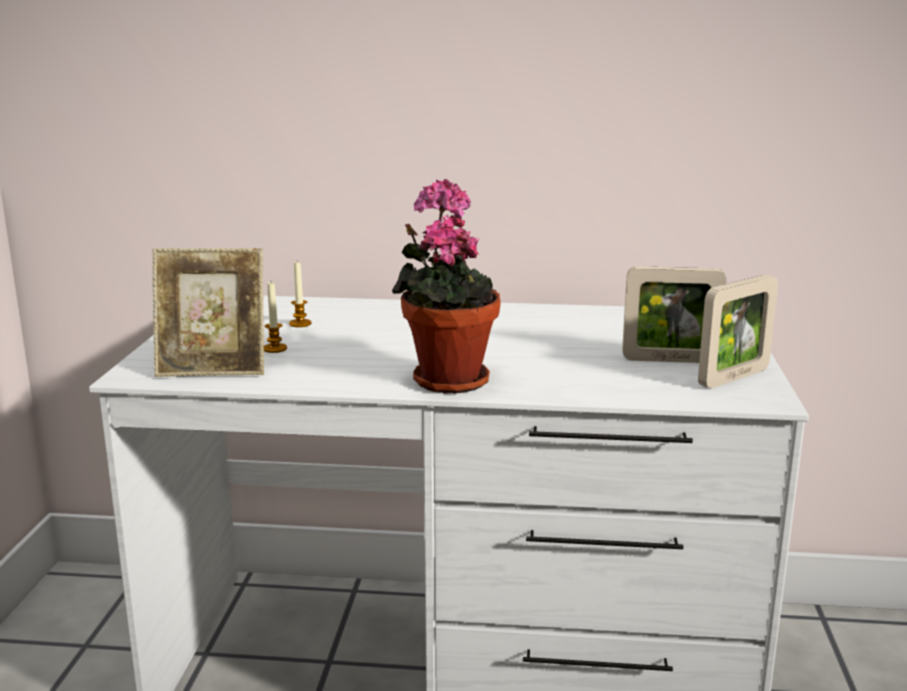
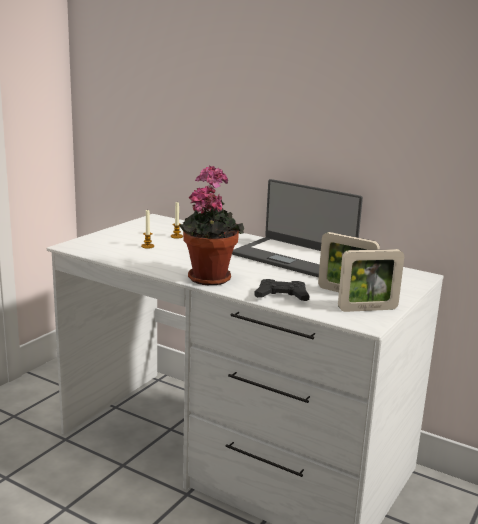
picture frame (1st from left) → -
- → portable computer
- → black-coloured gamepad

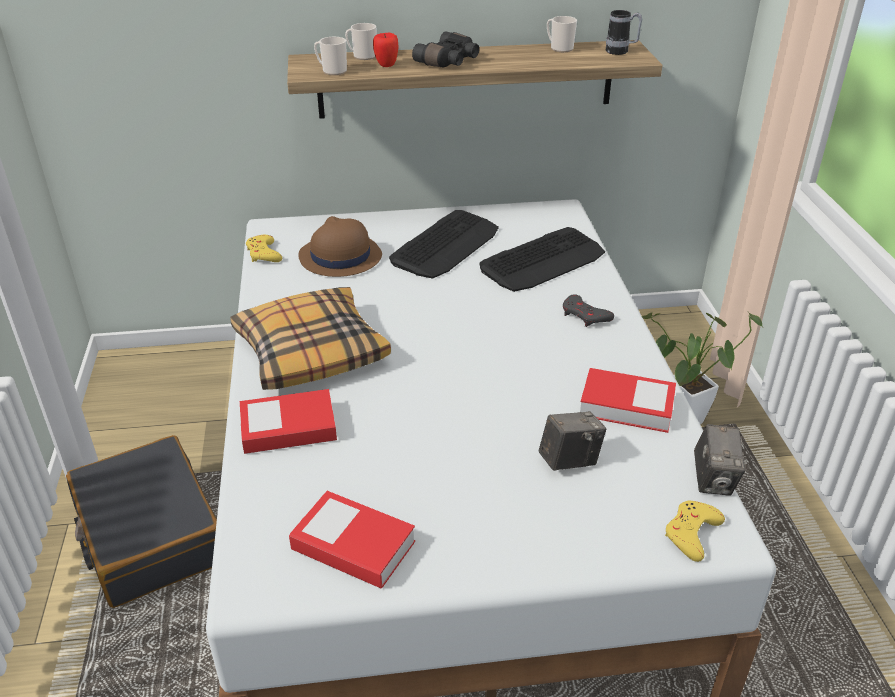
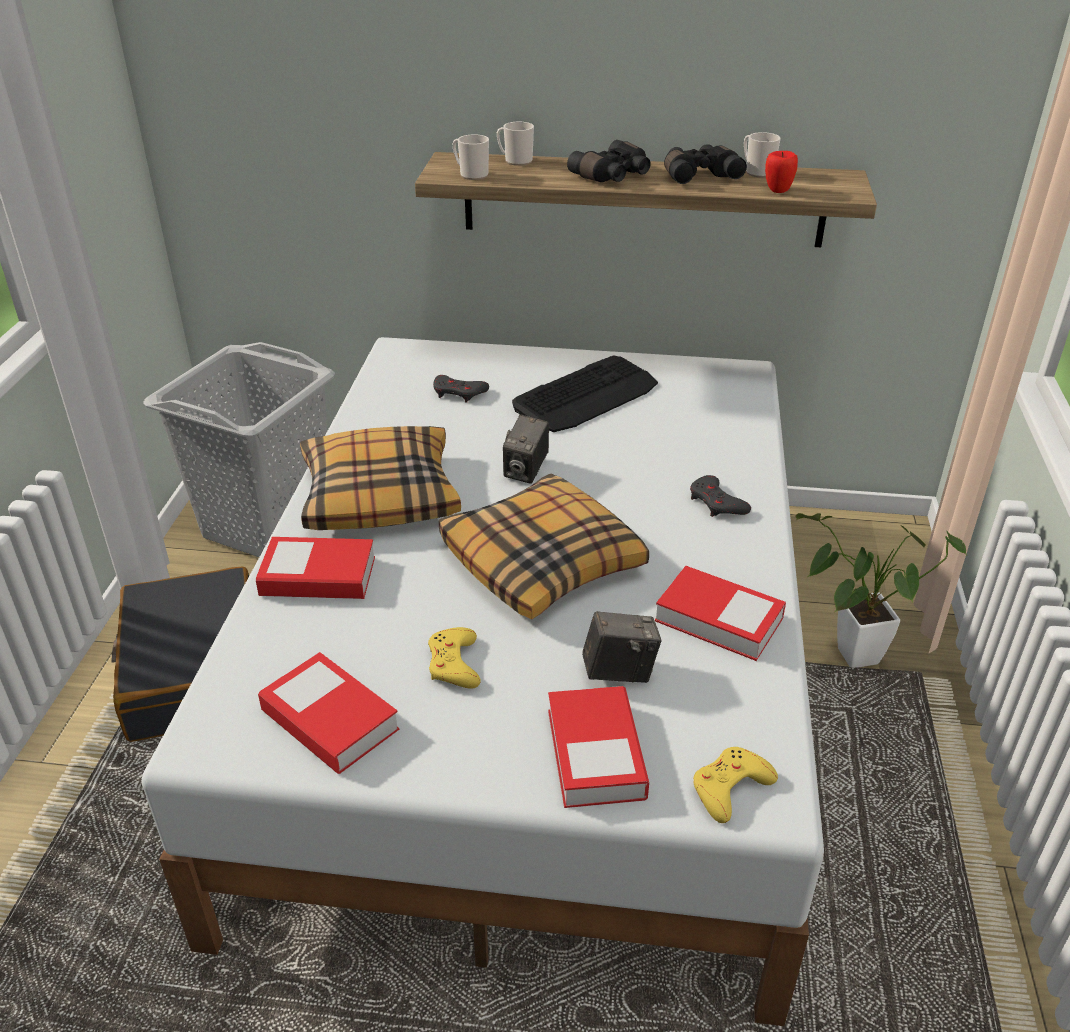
computer keyboard (2nd from left) → -
mug (4th from left) → -
- → grey laundry basket
- → throw pillow (2nd from left)
- → volume (3rd from left)
- → black-coloured pair of binoculars (2nd from left)
yellow gamepad (1st from left), move
apple fruit, move
still camera (2nd from left in the first image) → still camera (1st from left), move
brownish wearable hat → grey gamepad (1st from left)

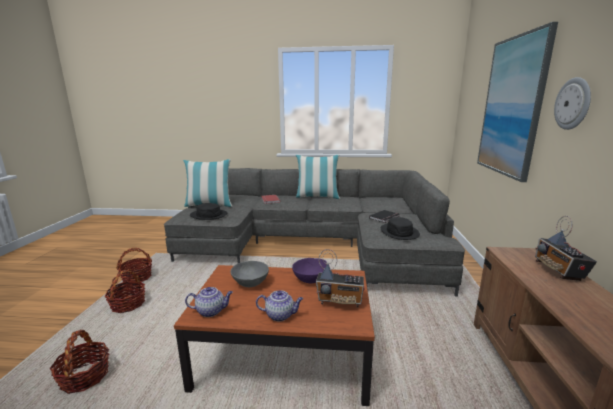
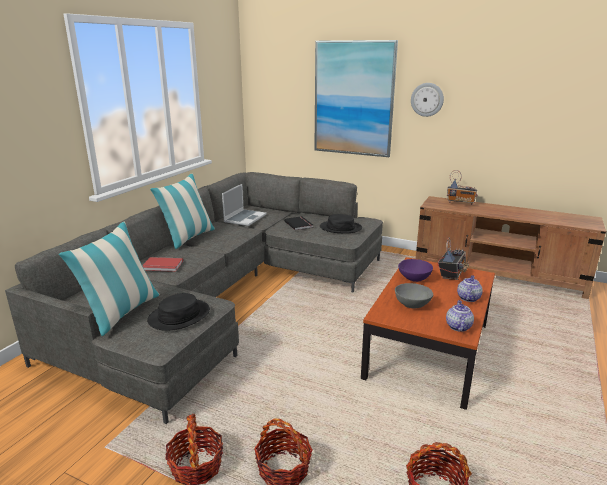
- → portable computer

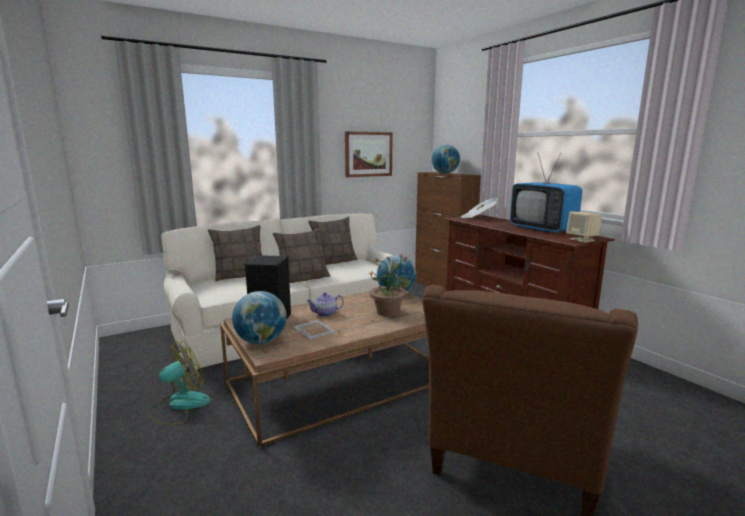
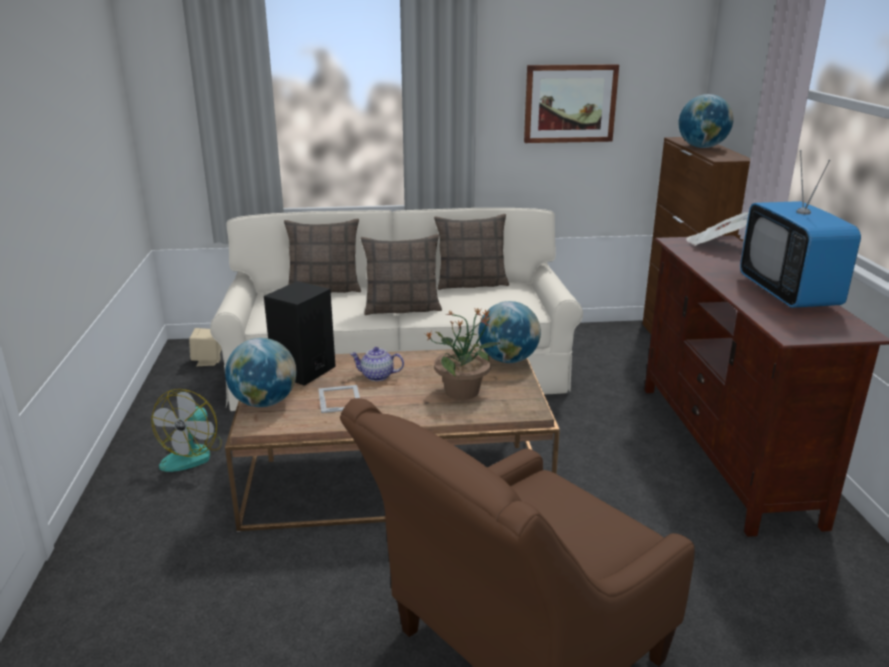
sand-coloured speaker, move
electric fan, 120 degrees clockwise

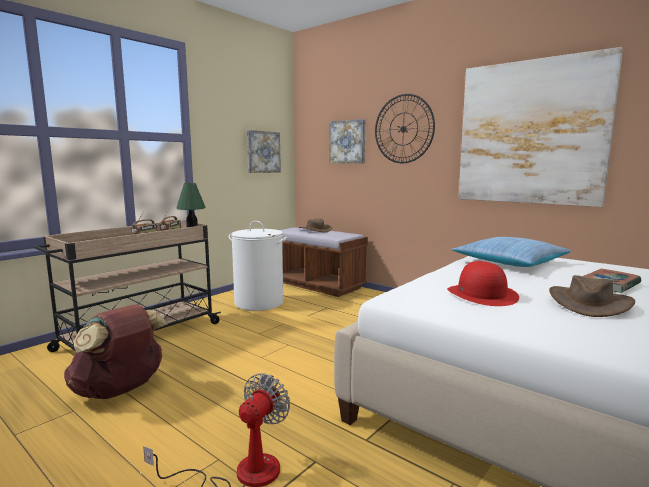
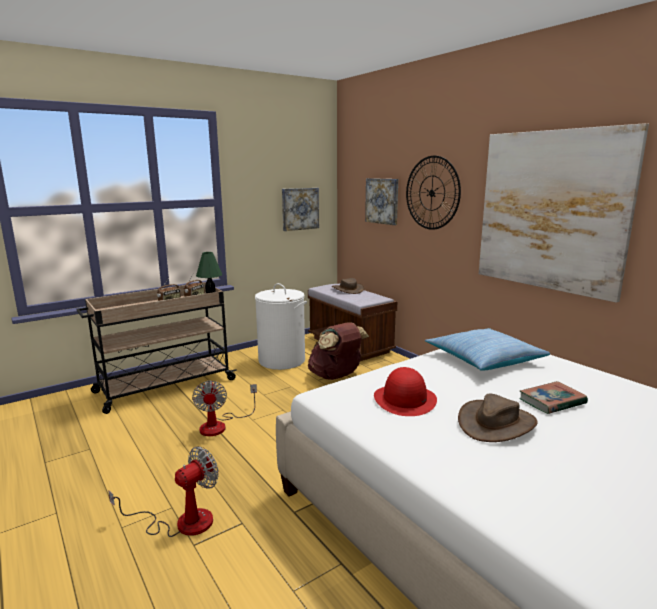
- → electric fan (2nd from left)
brownish backpack, move

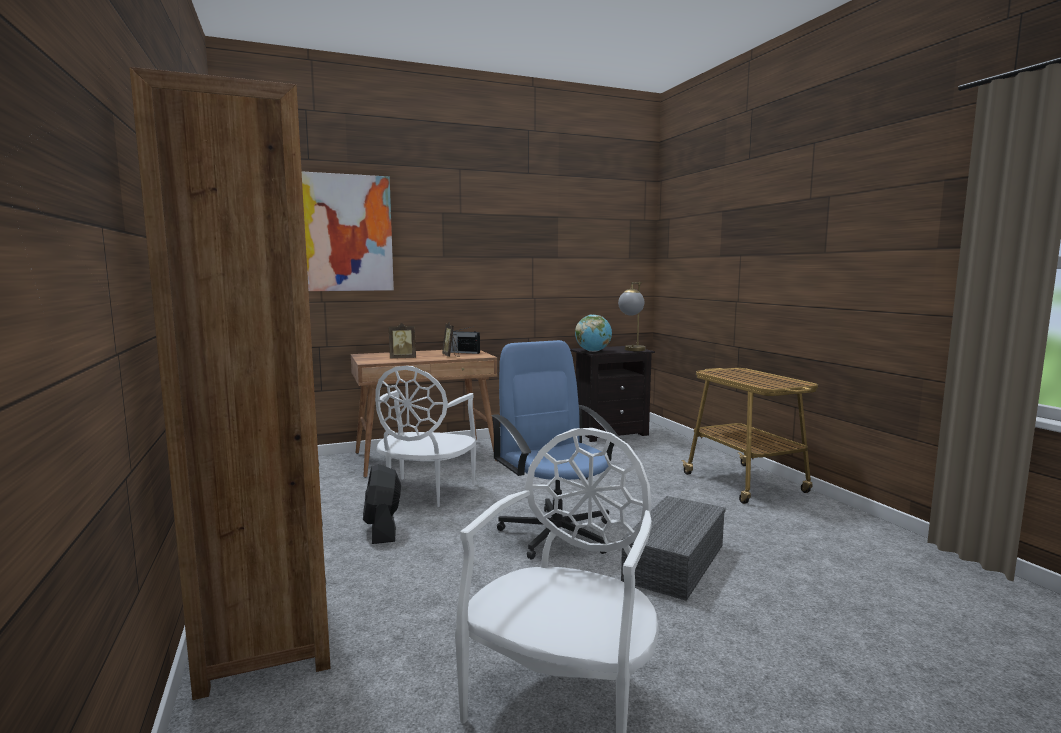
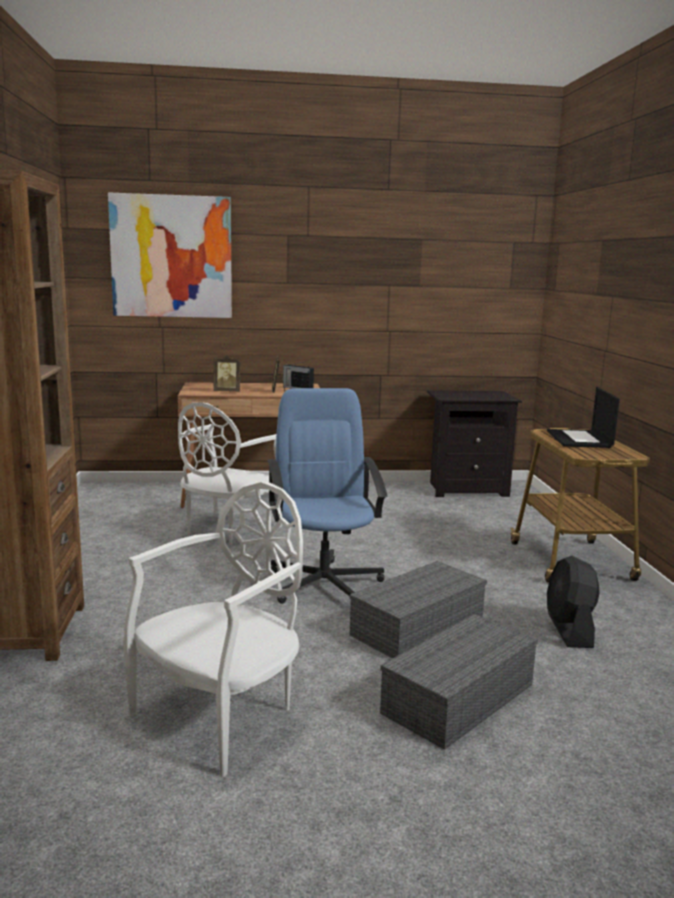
desk globe → -
table lamp → -
- → grey storage container (2nd from left)
- → portable computer
black-coloured electric fan, move

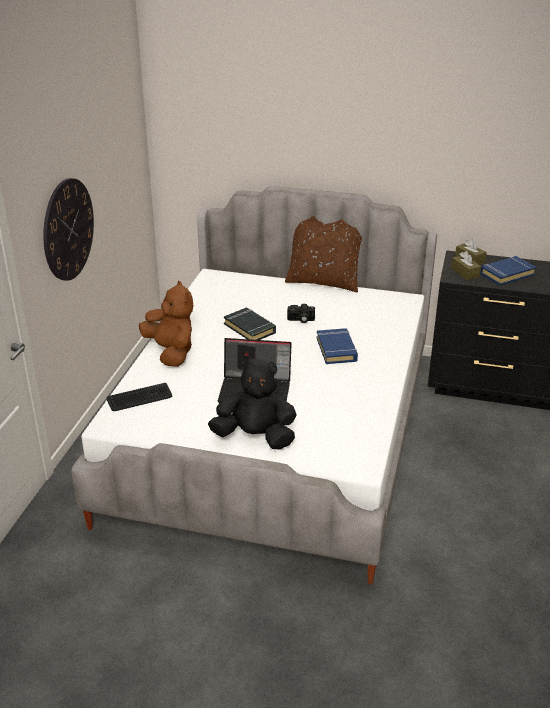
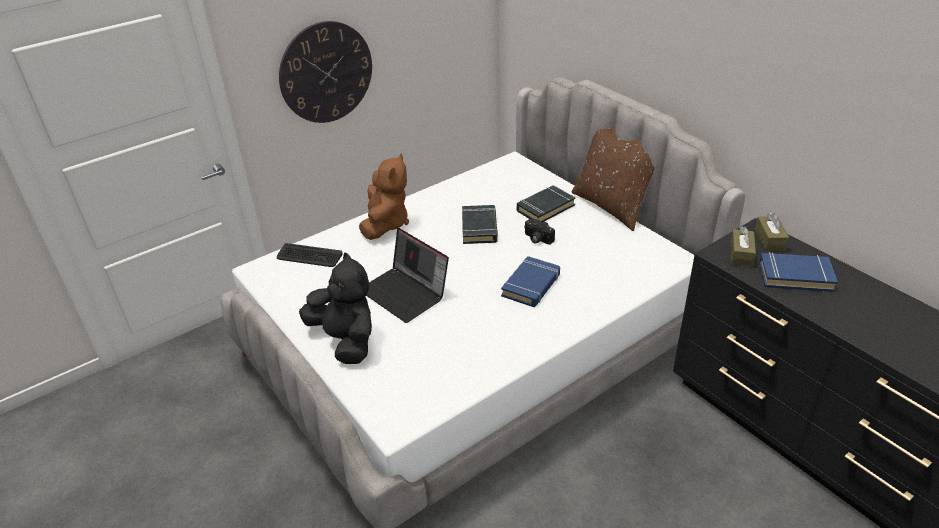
- → black-coloured volume (2nd from left)

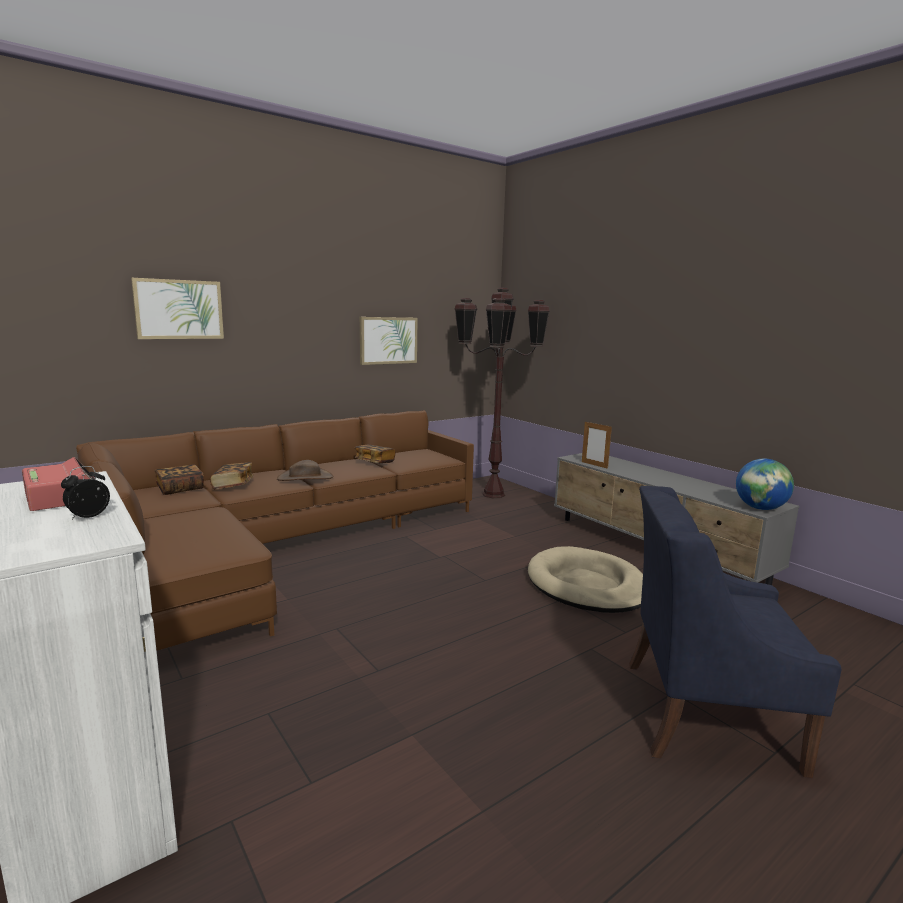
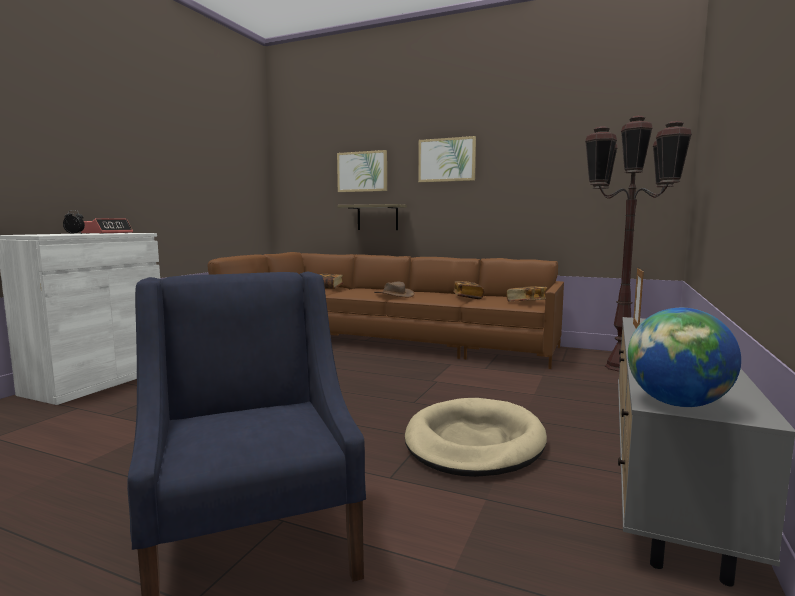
- → shelf
volume (2nd from left in the first image) → volume (3rd from left), move
picture (2nd from left), move

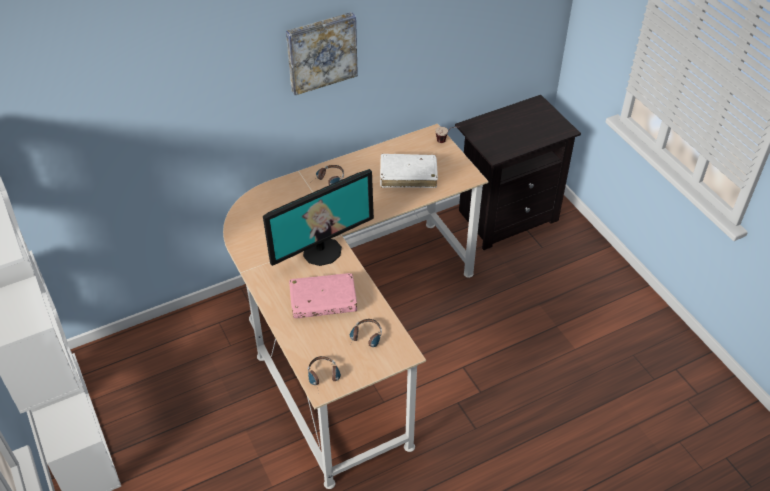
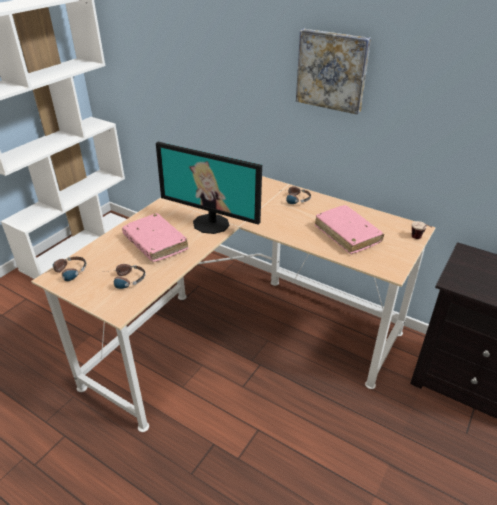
whitish volume → pink-coloured volume (2nd from left)

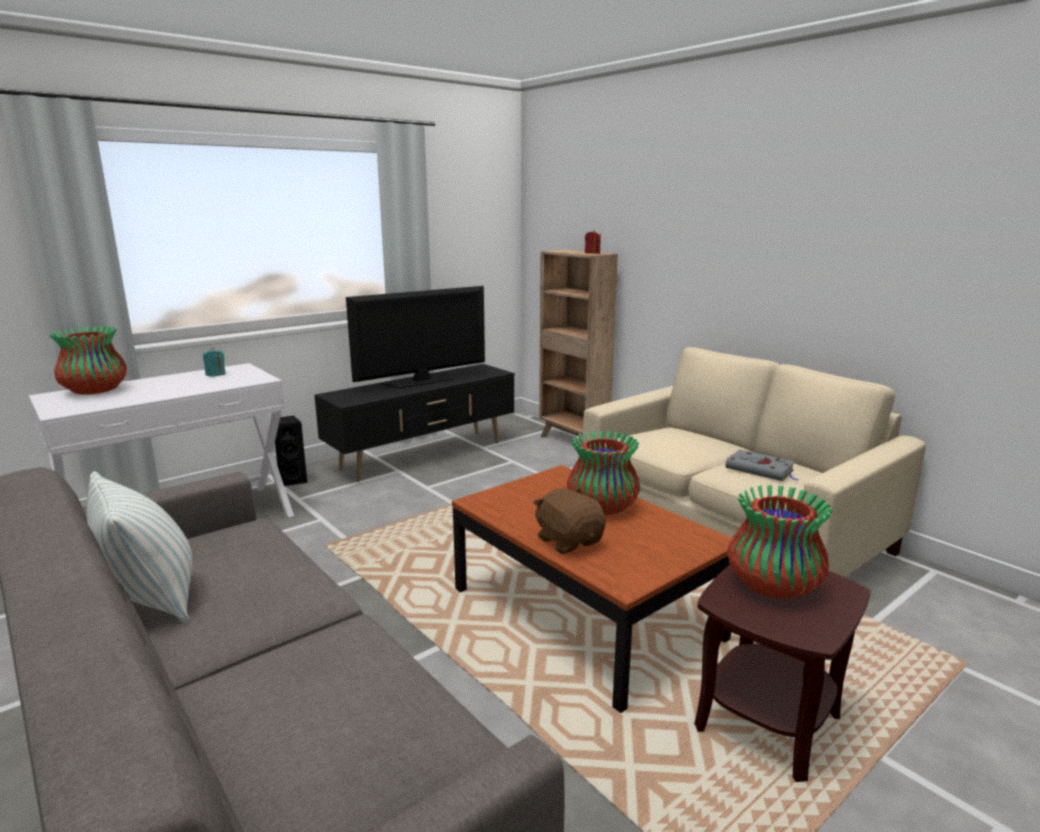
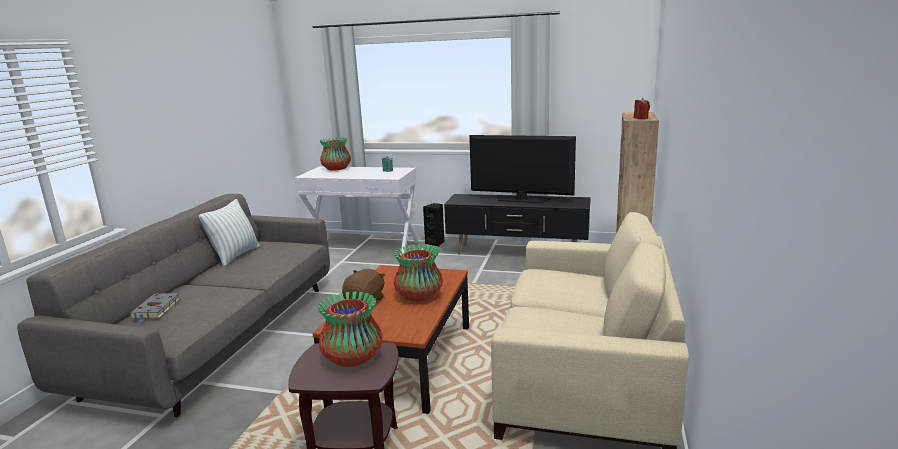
grey volume, move

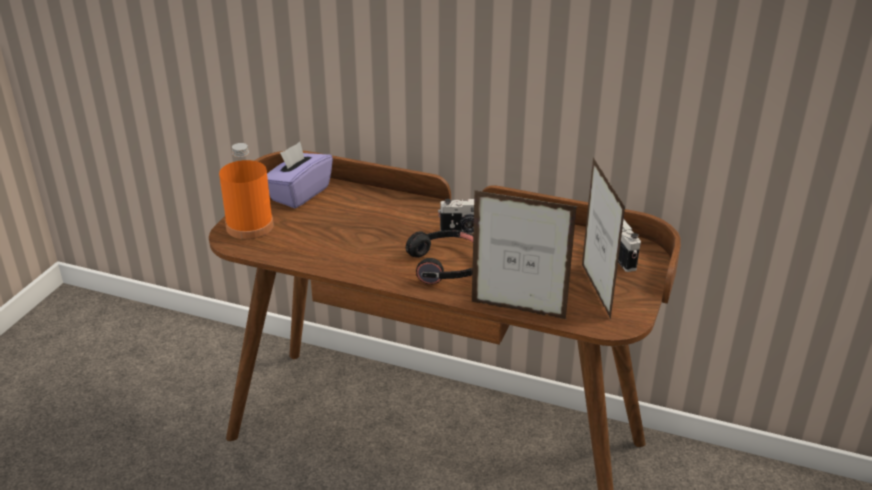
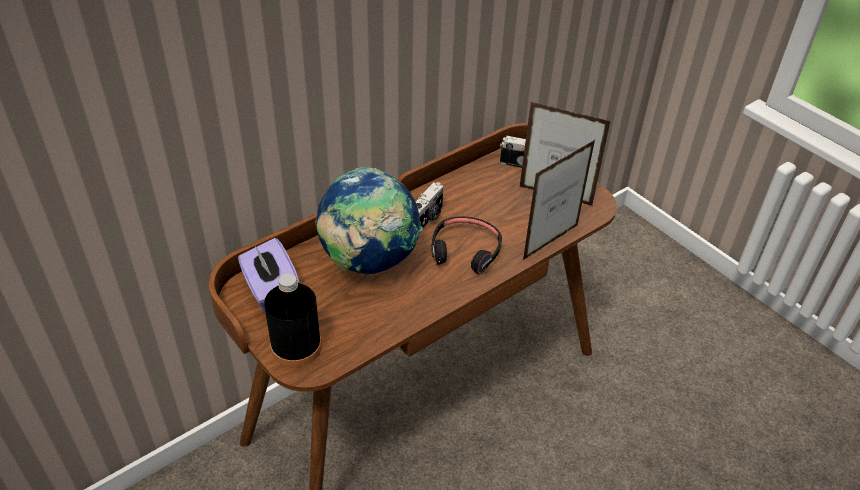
- → desk globe
orange-coloured bottle → black-coloured bottle

